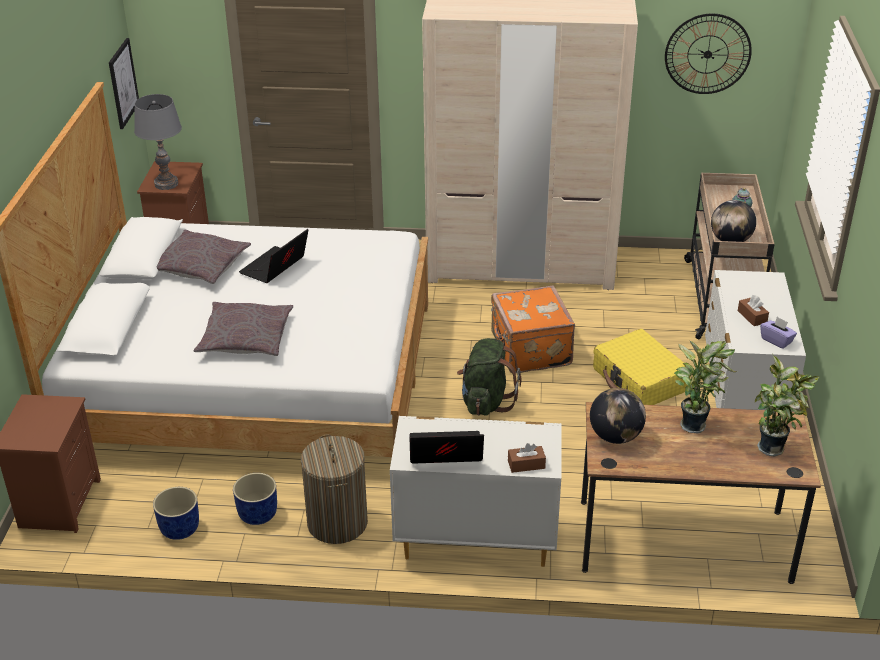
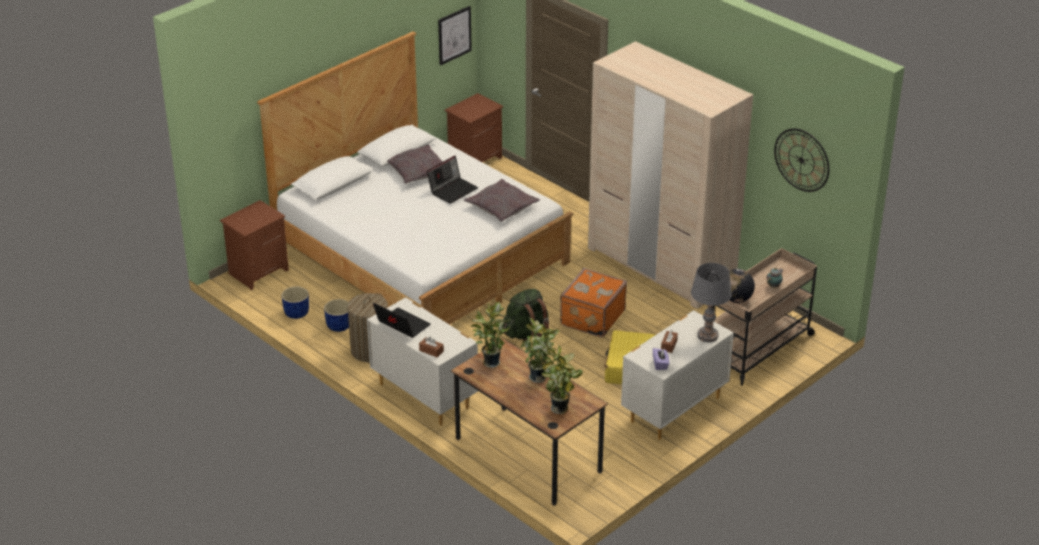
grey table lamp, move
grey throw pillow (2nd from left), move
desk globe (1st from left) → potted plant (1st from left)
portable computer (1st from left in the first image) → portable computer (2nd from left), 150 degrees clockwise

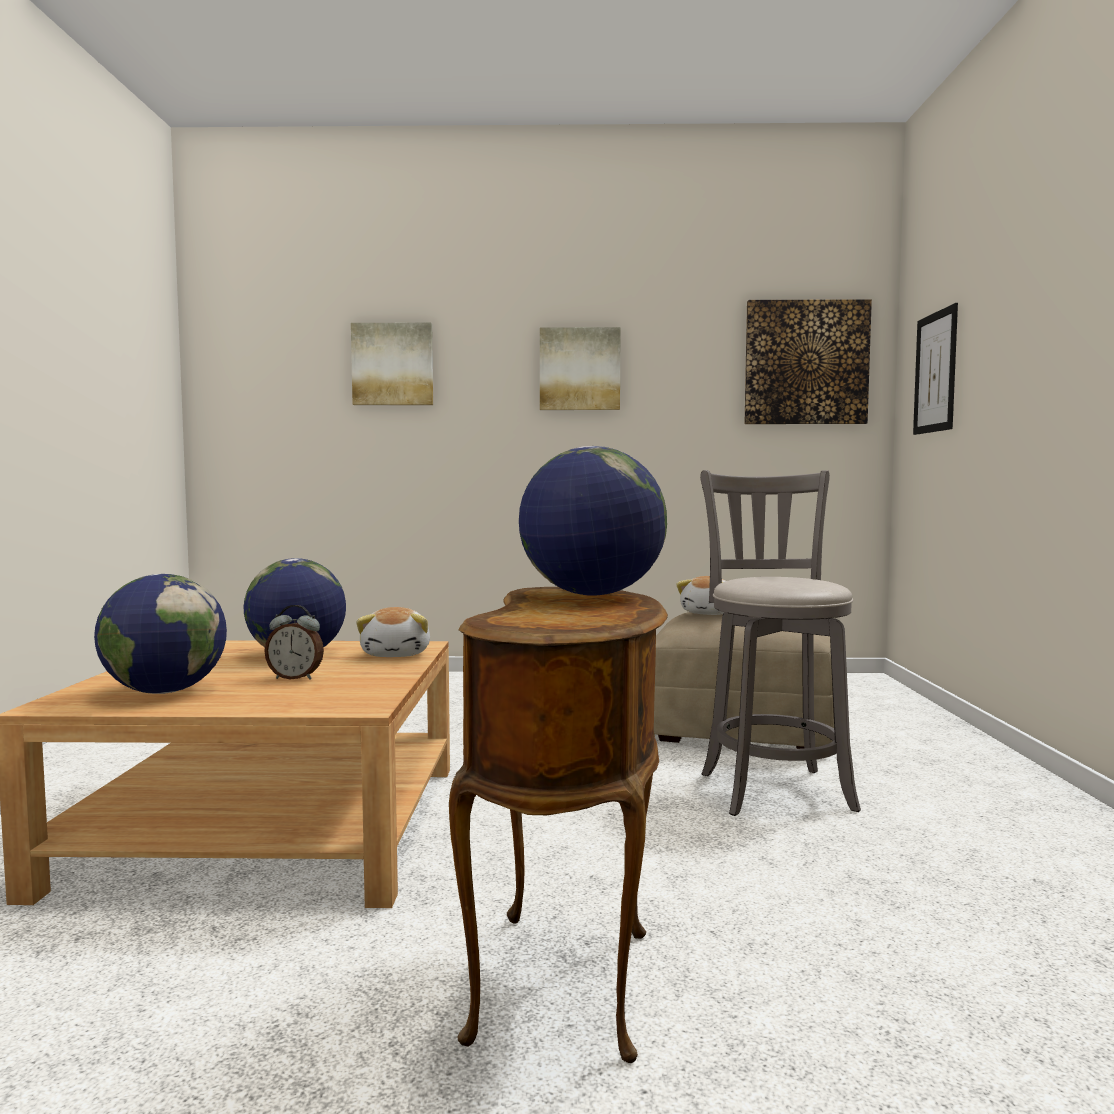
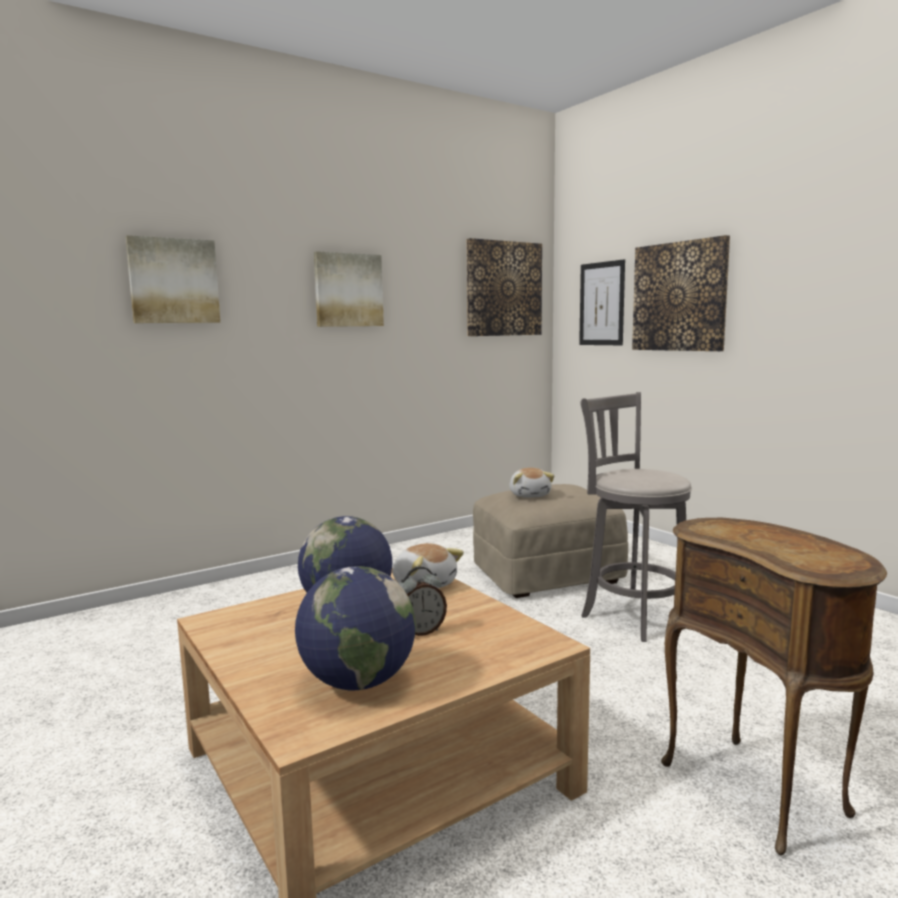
desk globe (3rd from left) → -
- → picture (5th from left)

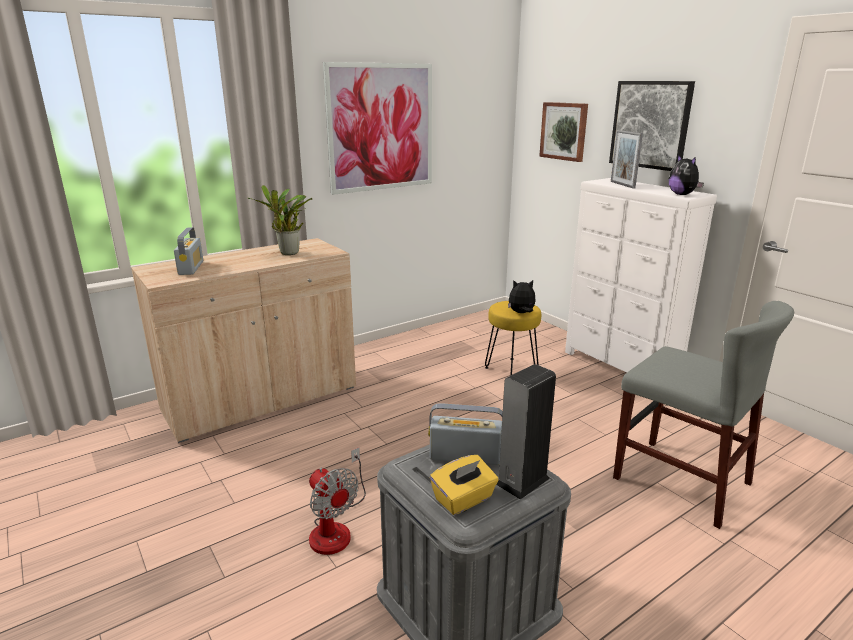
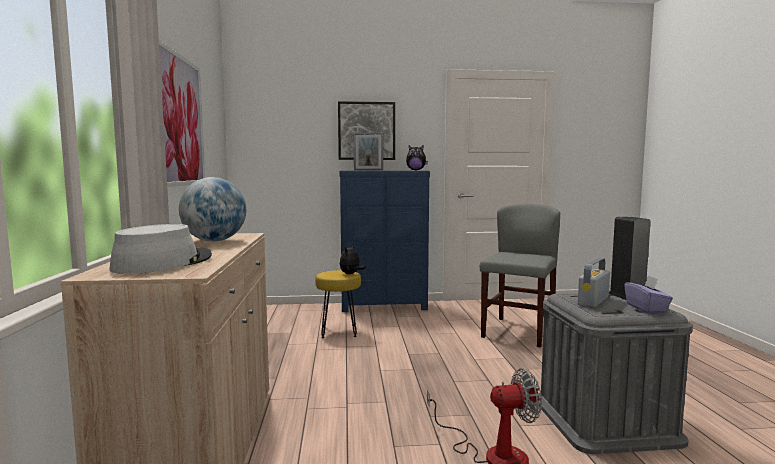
picture (2nd from left) → -
radio set (1st from left) → grey wearable hat
potted plant → desk globe
yellow tissue box → purple-coloured tissue box
whitish dresser → bluish dresser
grey chair, 45 degrees counterclockwise

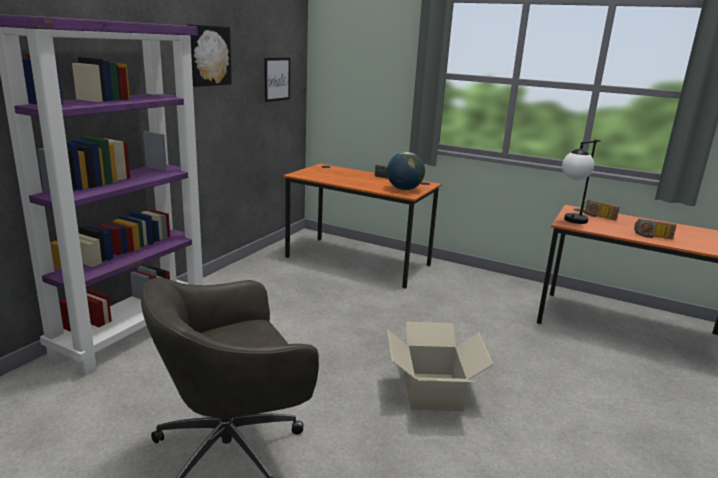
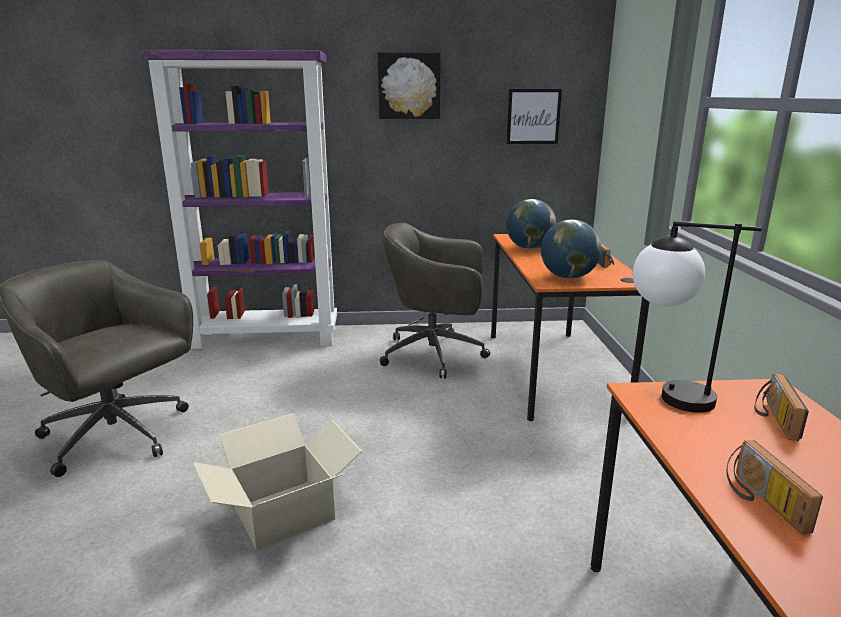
- → grey desk chair (2nd from left)
- → desk globe (1st from left)

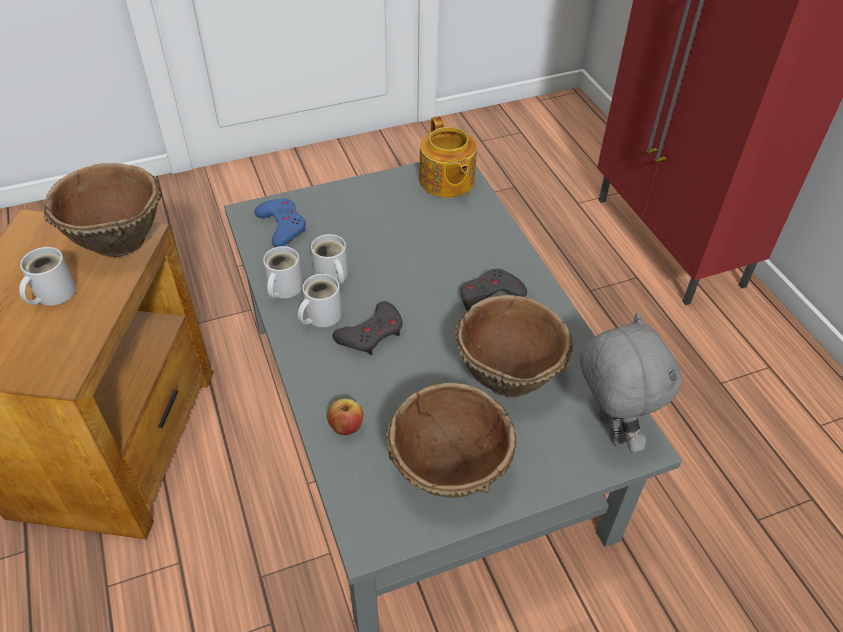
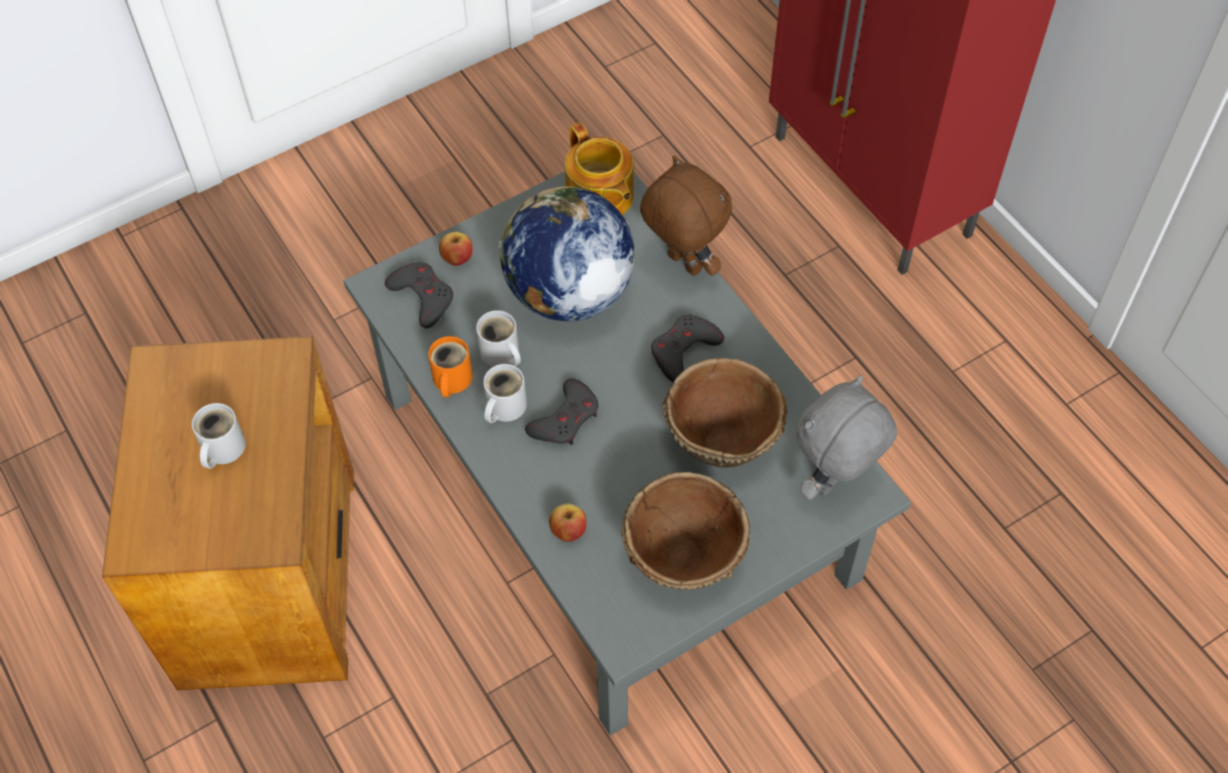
brownish serving bowl (1st from left) → -
- → apple fruit (1st from left)
- → desk globe
- → brownish cuddly toy
bluish gamepad → grey gamepad (1st from left)
whitish mug (2nd from left) → orange-coloured mug
grey cuddly toy, 105 degrees counterclockwise

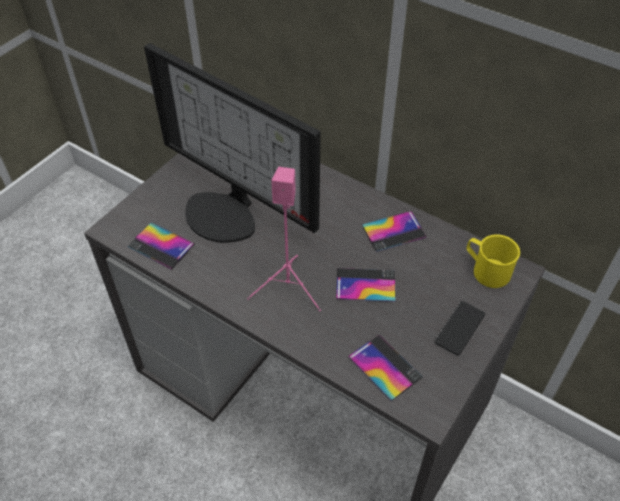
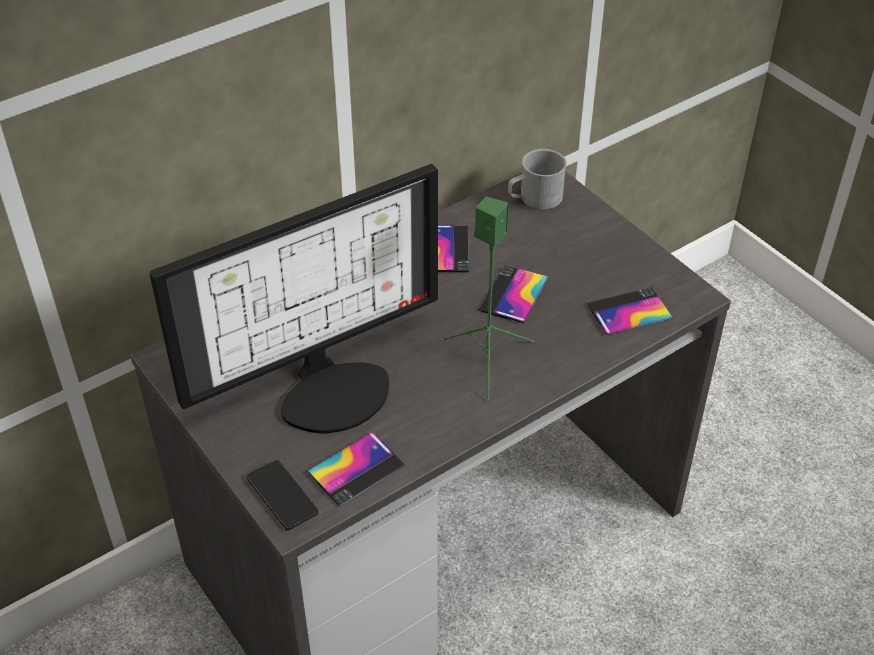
telephone (5th from left in the first image) → telephone (1st from left), move
pink-coloured speaker → green-coloured speaker
yellow mug → grey mug

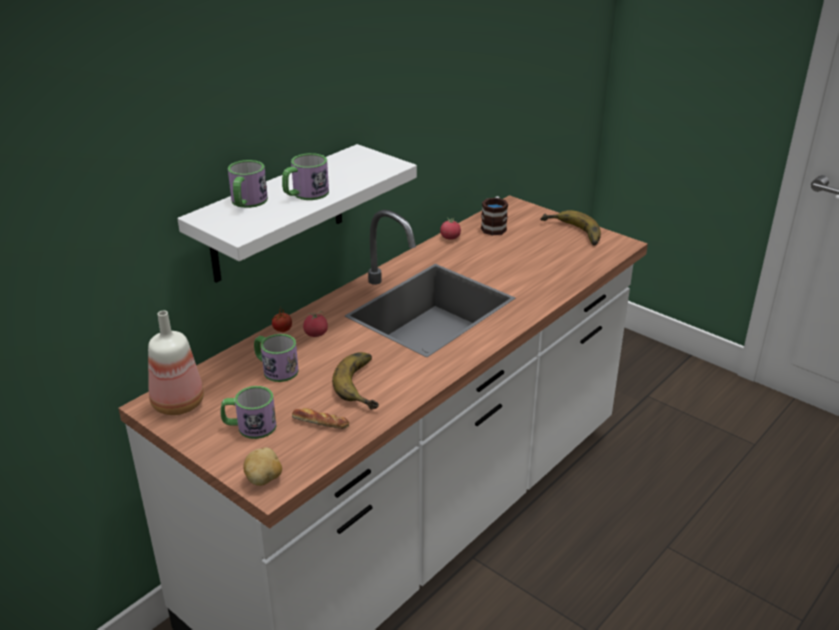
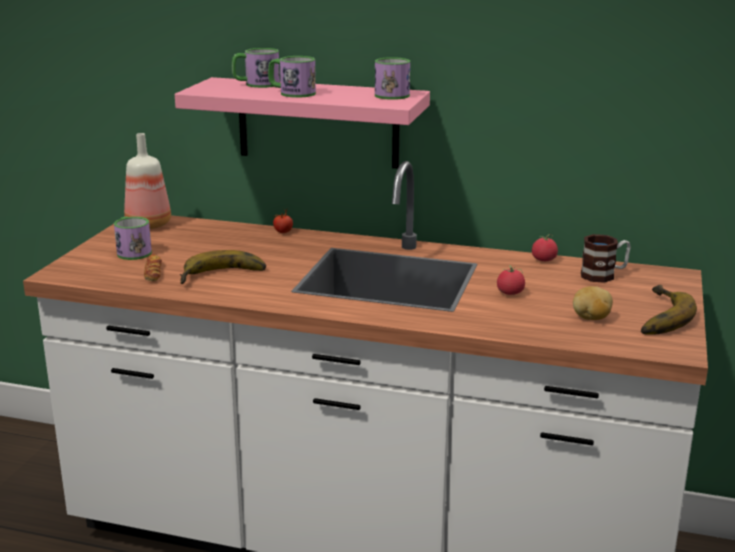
spud, move
mug (3rd from left in the first image) → mug (4th from left), move
tomato (2nd from left), move
whitish shelf → pink-coloured shelf

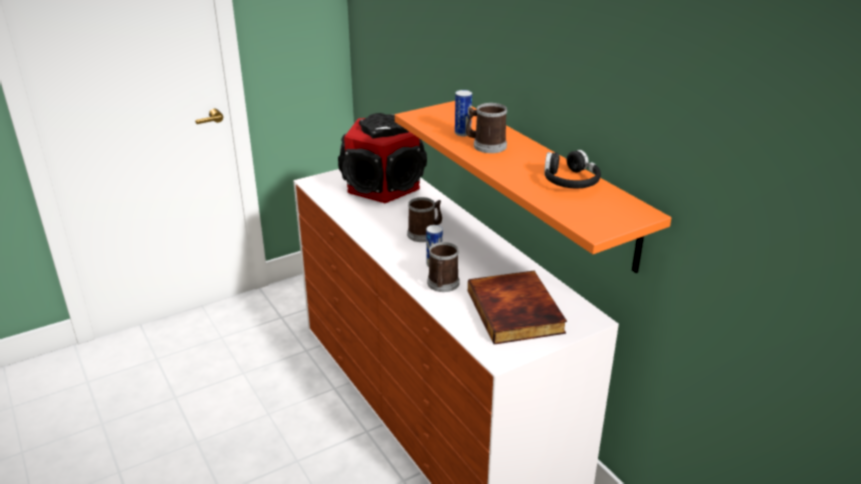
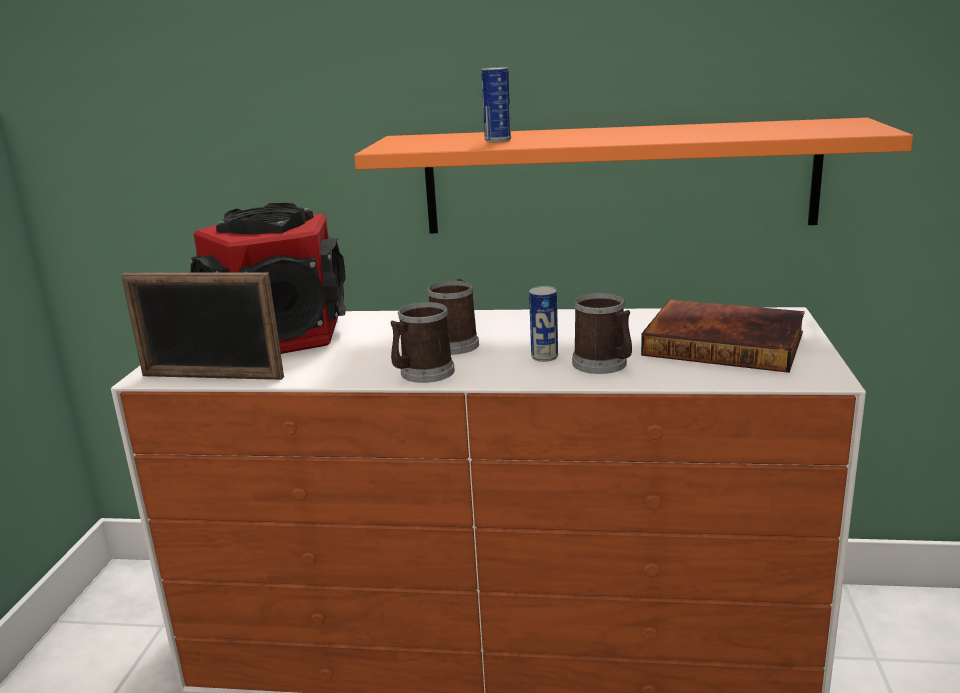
black-coloured headphones → -
- → picture frame
mug (3rd from left in the first image) → mug (1st from left), move

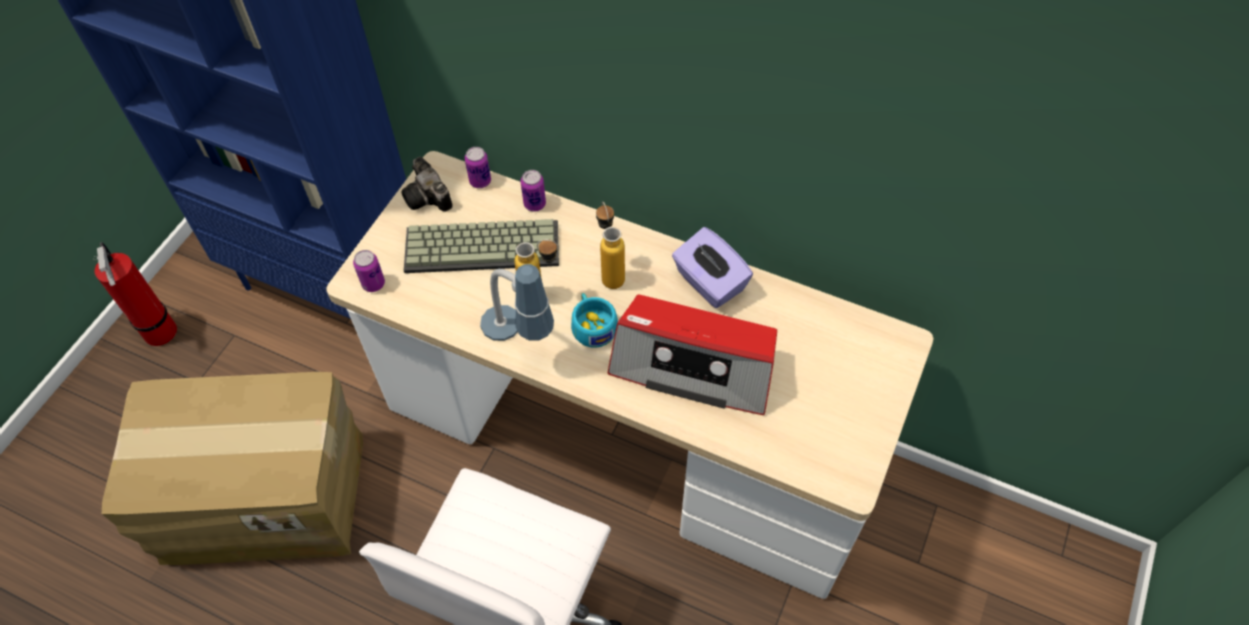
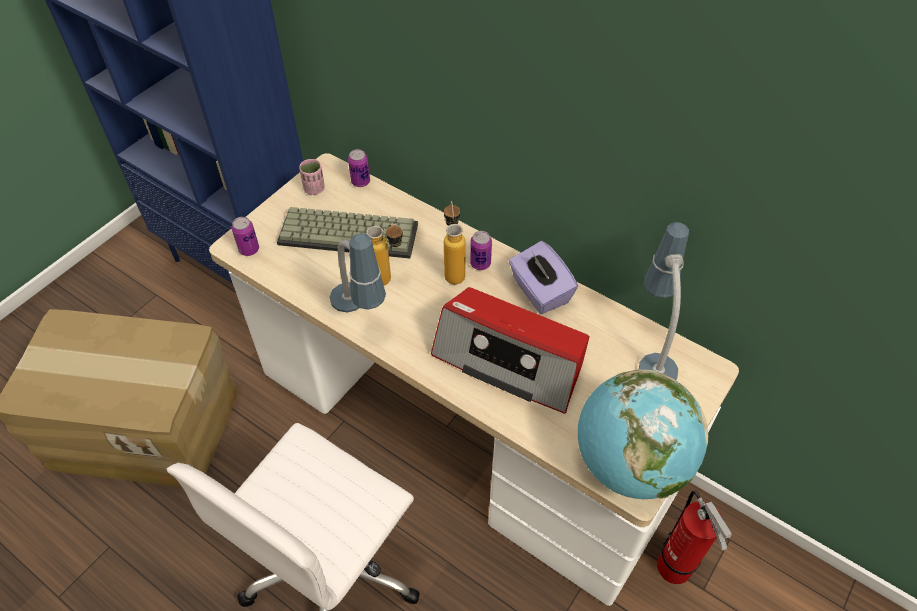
turquoise small cup → -
- → desk globe
- → table lamp (2nd from left)
fire extinguisher, move
sealed can (3rd from left), move
still camera → pink-coloured small cup

